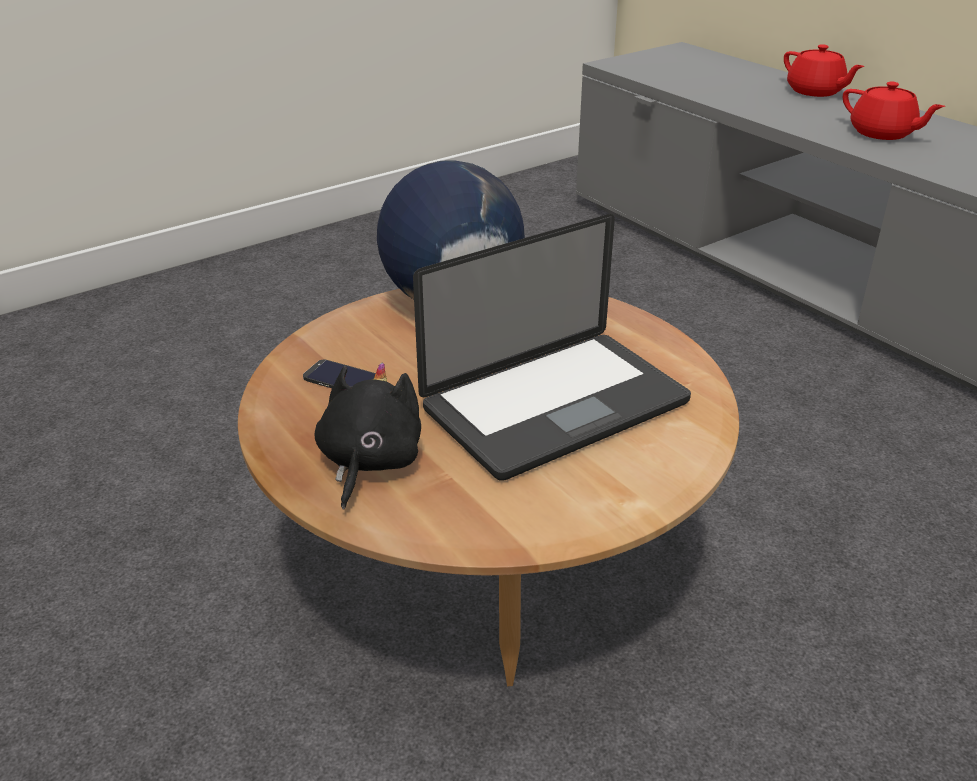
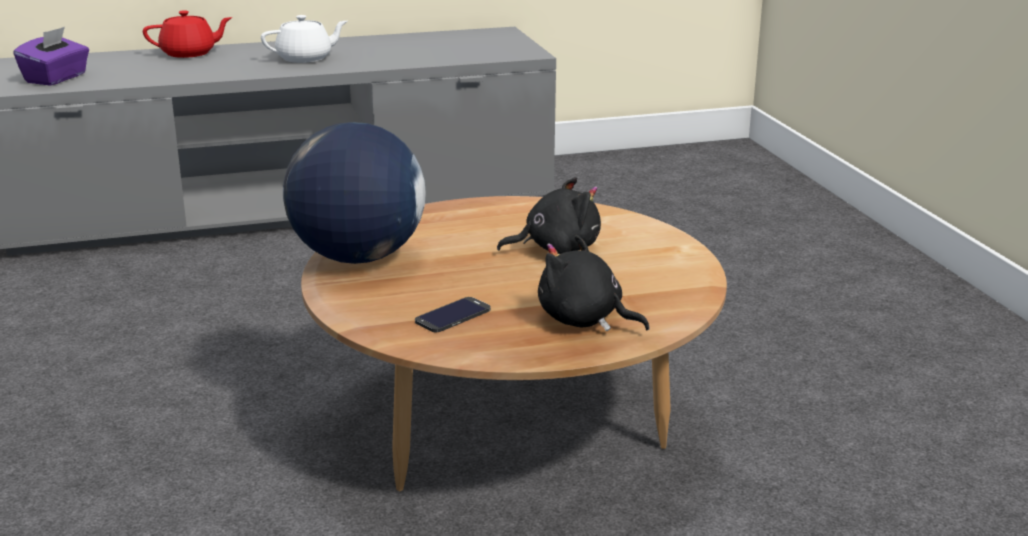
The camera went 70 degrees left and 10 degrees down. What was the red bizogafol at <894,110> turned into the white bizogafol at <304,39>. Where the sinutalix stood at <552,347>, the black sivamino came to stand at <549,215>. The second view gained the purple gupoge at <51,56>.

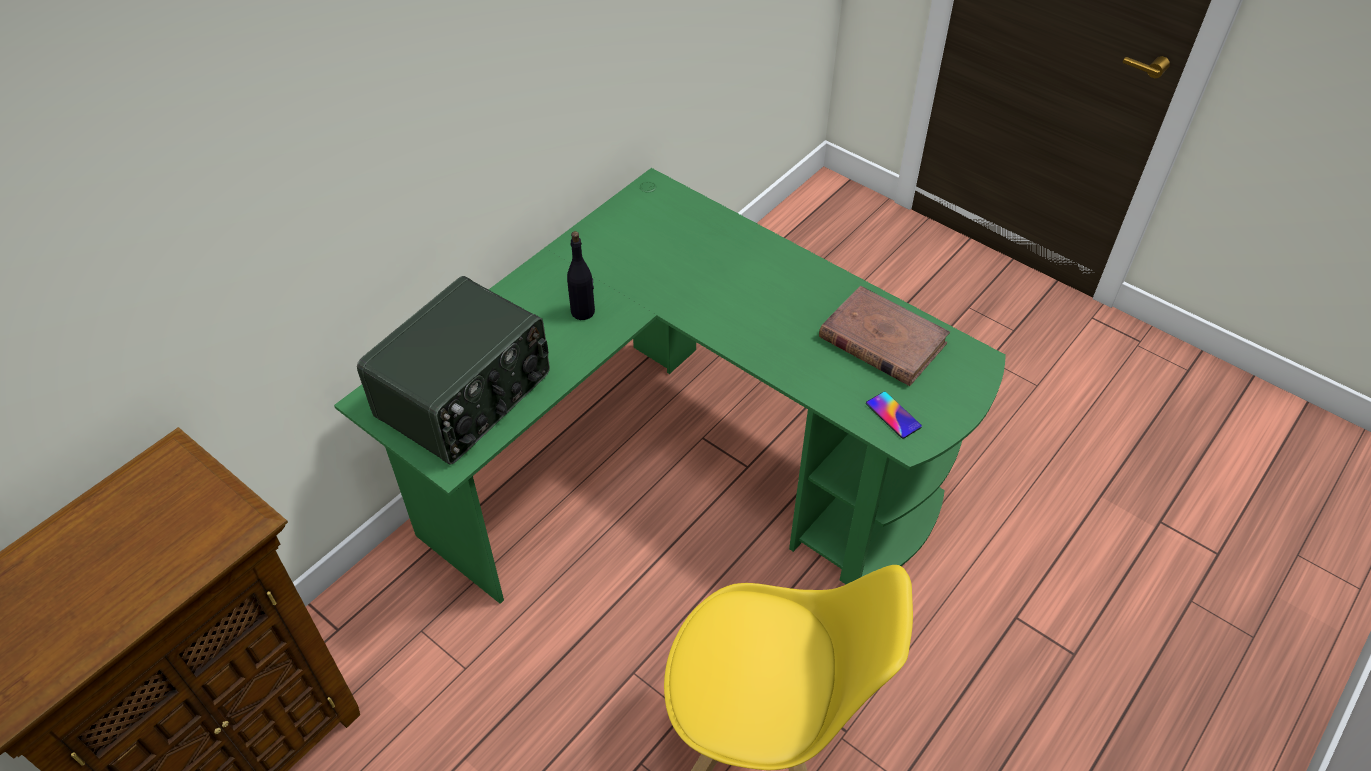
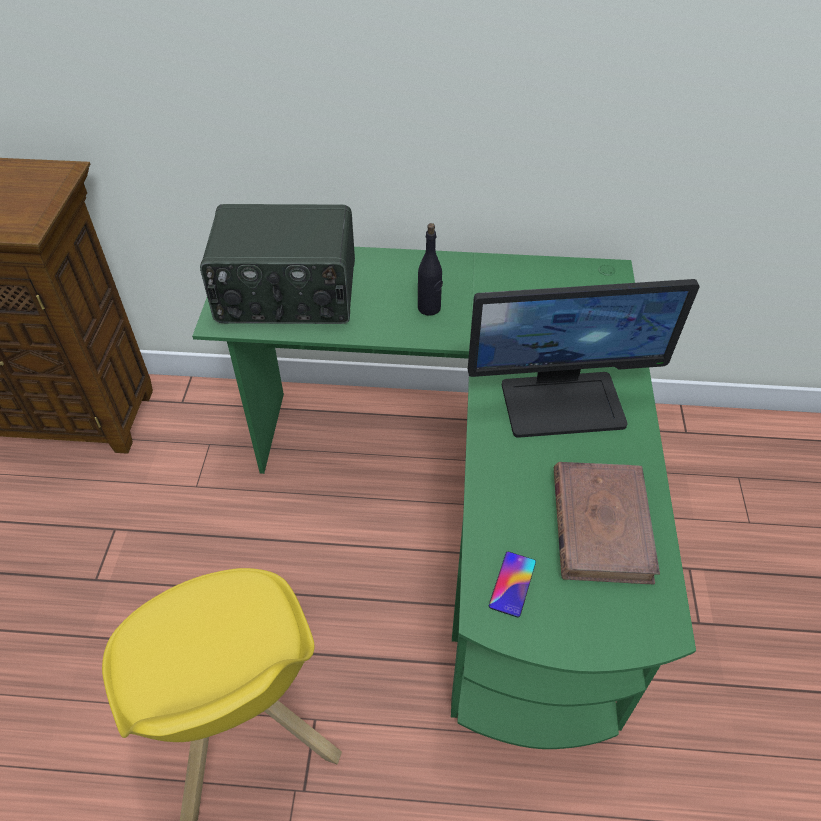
The camera went 55 degrees right and 0 degrees up. The second view gained the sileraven at <584,358>.

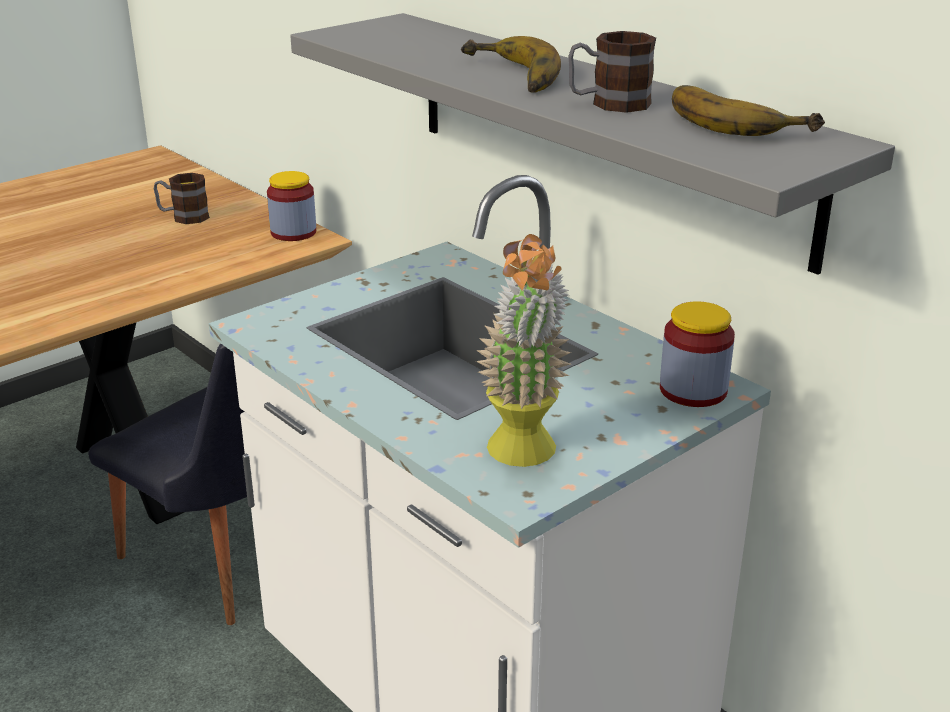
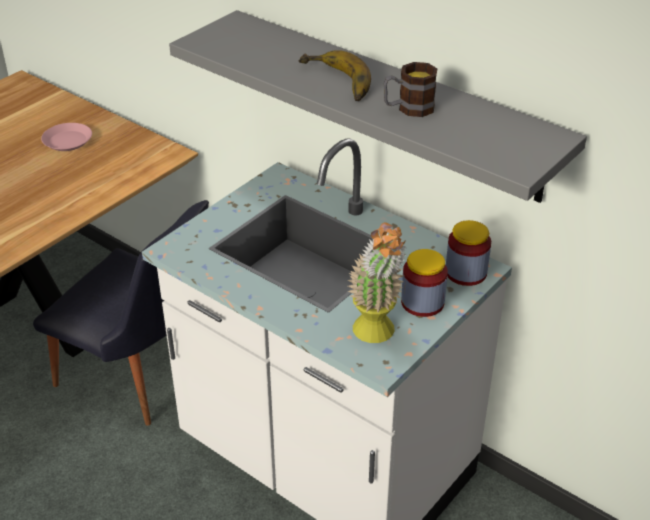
The camera went 10 degrees left and 10 degrees up. The second view lost the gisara at <748,110>. The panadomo ended up elsewhere, having gone from <291,206> to <424,283>. Where the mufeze stood at <182,198>, the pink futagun came to stand at <66,137>.

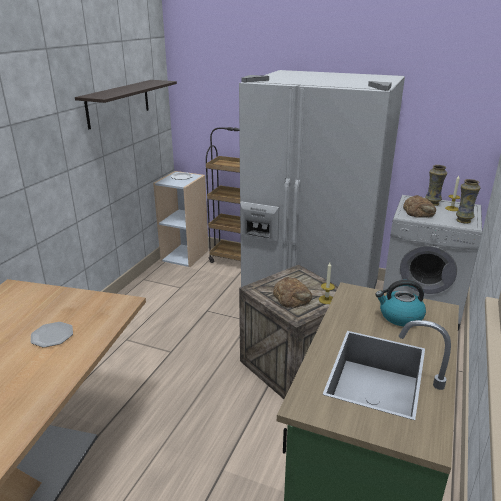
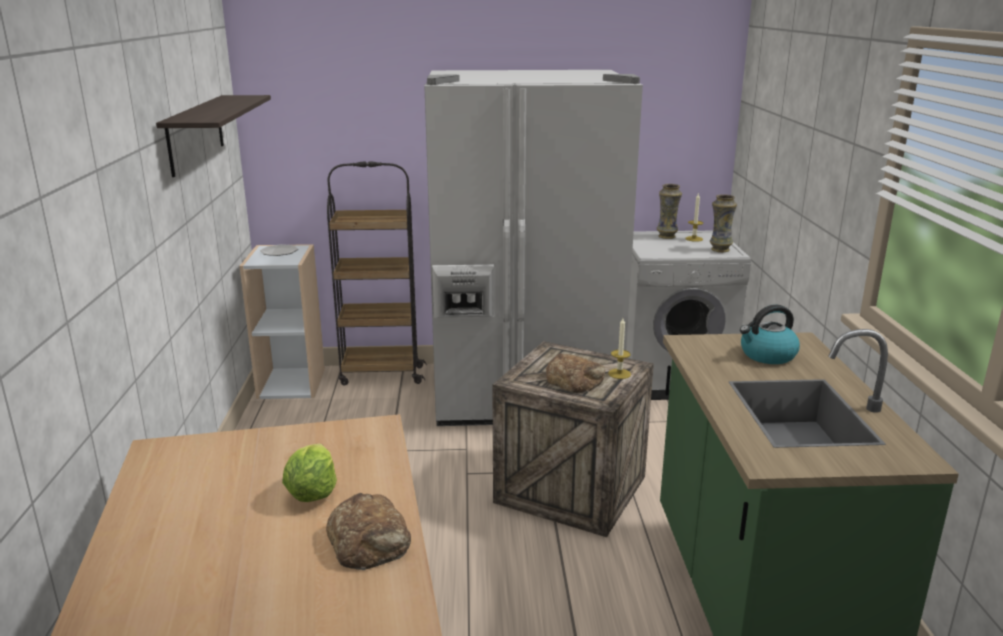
The camera went 25 degrees left and 5 degrees down. The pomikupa ended up elsewhere, having gone from <419,206> to <368,531>. Where the futagun stood at <52,335>, the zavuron came to stand at <309,473>.

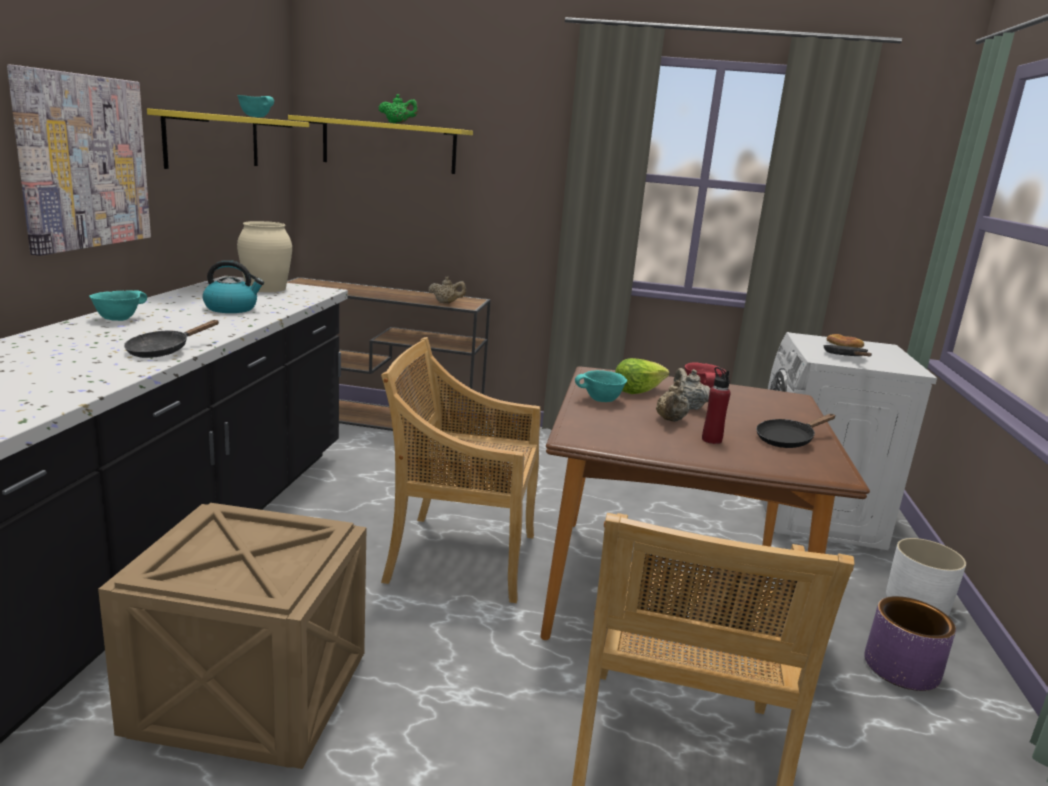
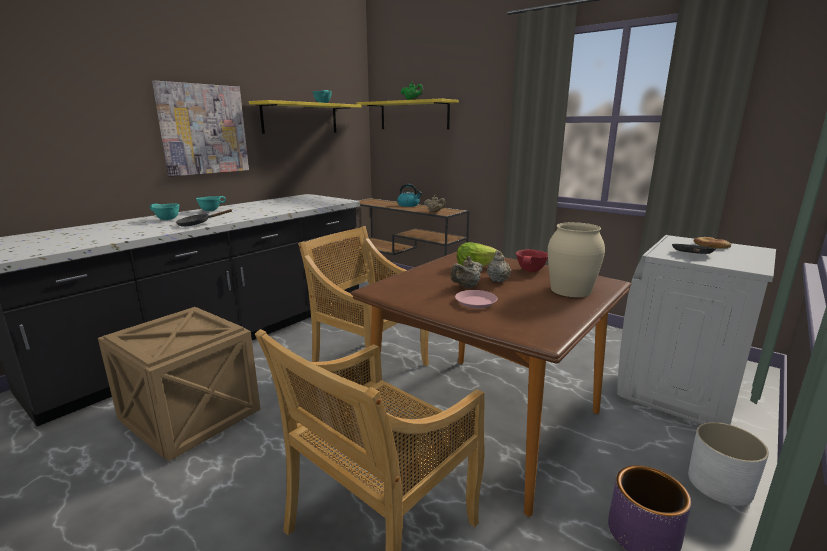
The camera went 30 degrees right and 0 degrees up. The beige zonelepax ended up elsewhere, having gone from <264,256> to <576,259>. The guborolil ended up elsewhere, having gone from <233,286> to <409,195>. Where the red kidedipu stood at <716,405>, the pink futagun came to stand at <476,299>. The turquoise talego ended up elsewhere, having gone from <601,386> to <164,211>. The second view lost the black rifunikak at <796,431>.

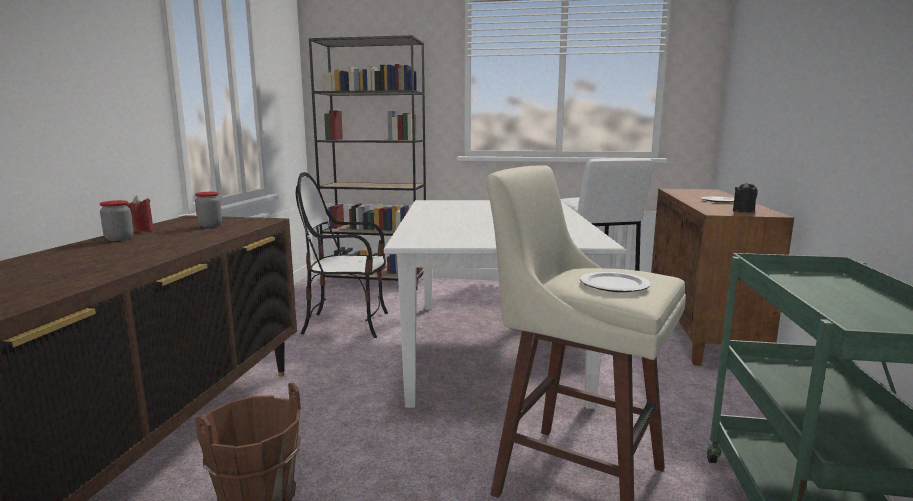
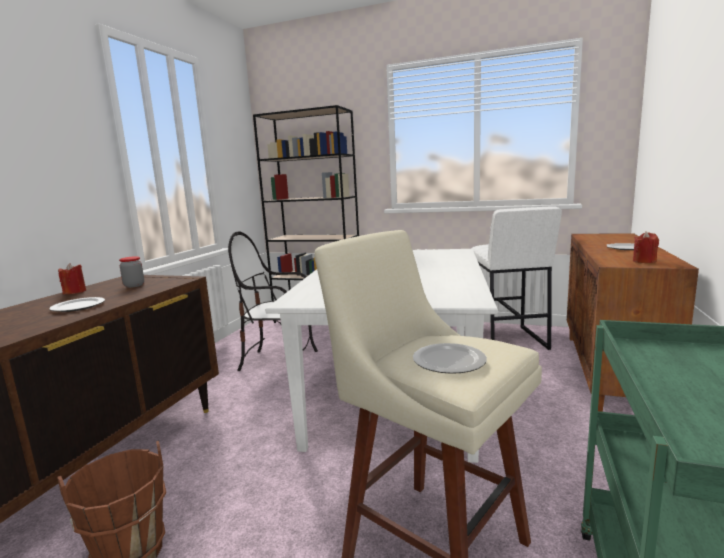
The camera went 10 degrees right and 0 degrees up. What was the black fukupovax at <745,197> turned into the red fukupovax at <646,247>. The second view lost the panadomo at <117,220>. The second view gained the futagun at <77,304>.

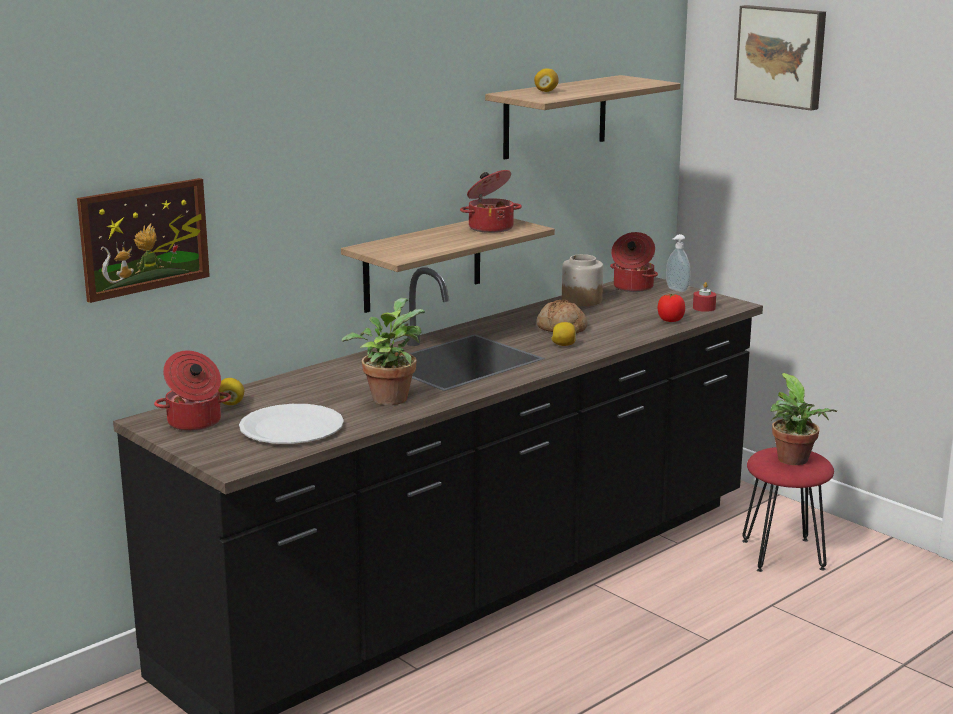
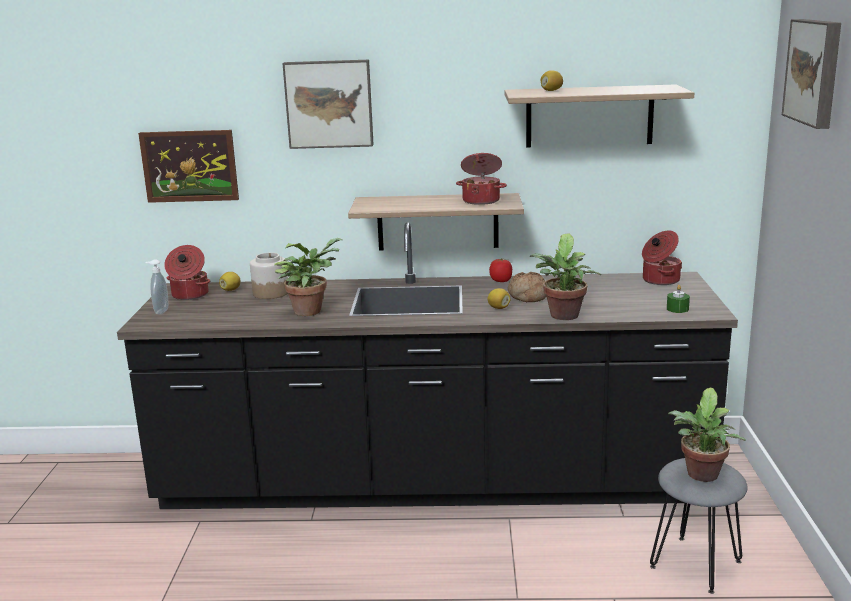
The camera went 45 degrees right and 0 degrees up. The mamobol ended up elsewhere, having gone from <678,263> to <156,286>. The panadomo ended up elsewhere, having gone from <582,280> to <269,276>. What was the red fukupovax at <704,297> turned into the green fukupovax at <678,299>. The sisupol ended up elsewhere, having gone from <671,308> to <500,270>. The second view lost the white futagun at <291,424>. What was the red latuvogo at <788,509> turned into the grey latuvogo at <698,526>. The second view gained the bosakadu at <328,104>. The second view gained the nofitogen at <565,277>.

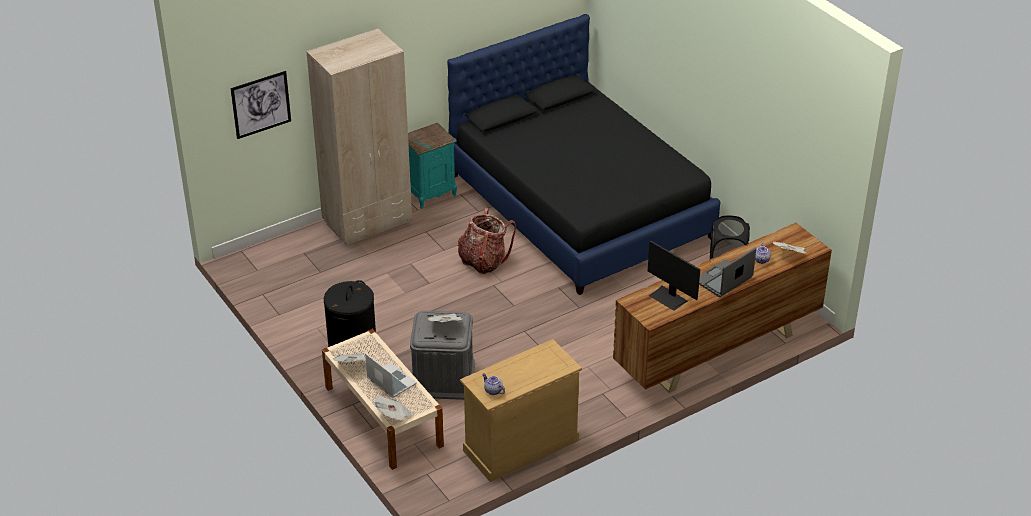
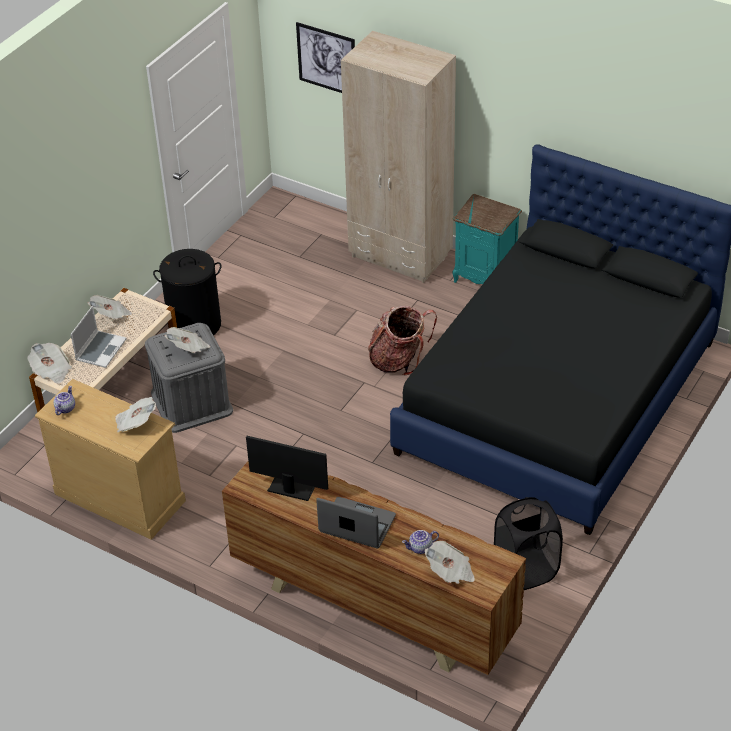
The camera went 65 degrees right and 5 degrees up. The sileraven at <674,276> ended up facing another way, 90 degrees clockwise from before. The second view gained the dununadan at <135,414>.

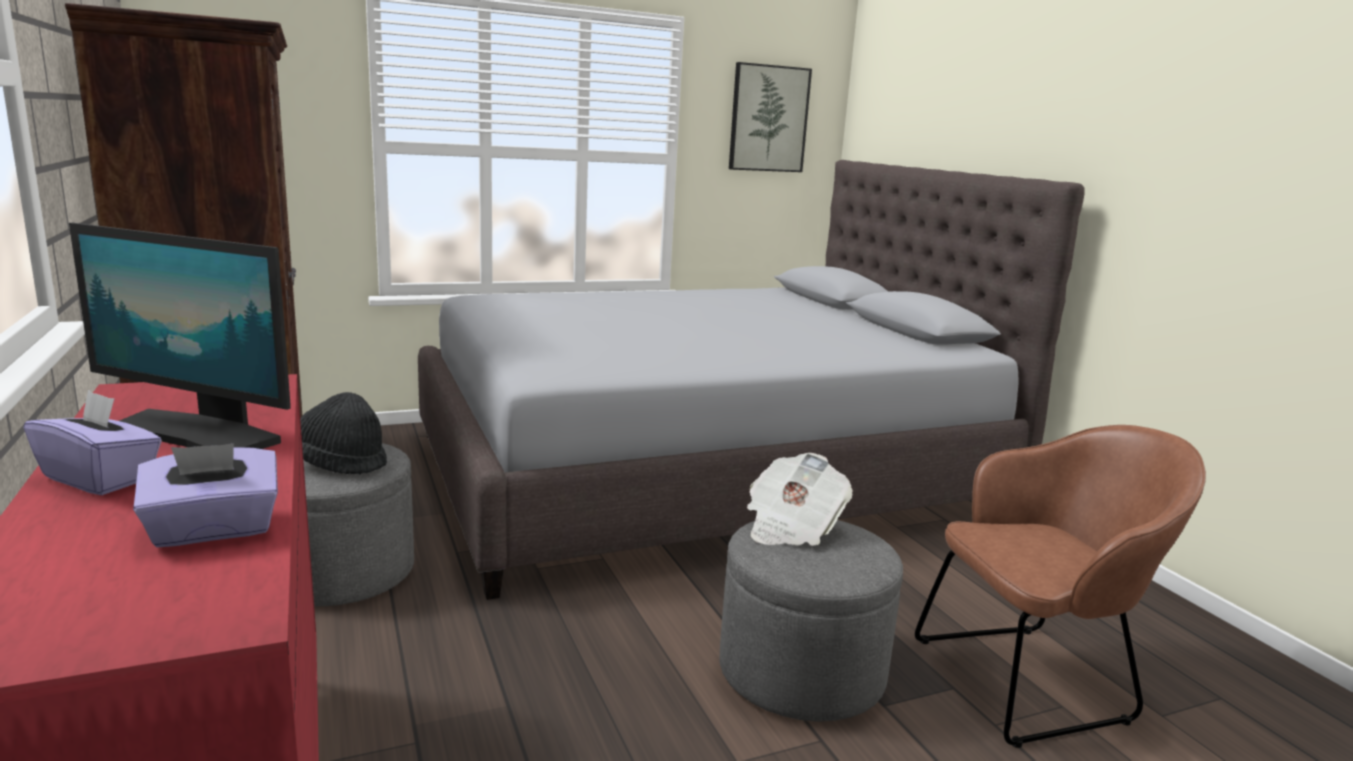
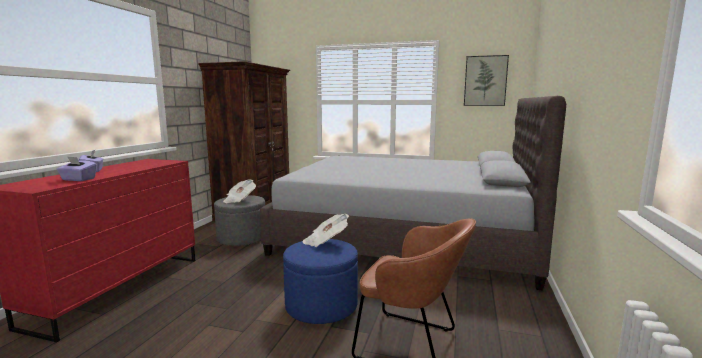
The camera went 40 degrees right and 5 degrees down. The second view lost the sileraven at <180,336>. Where the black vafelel stood at <343,433>, the dununadan came to stand at <239,191>. What was the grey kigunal at <811,621> turned into the blue kigunal at <320,281>.

